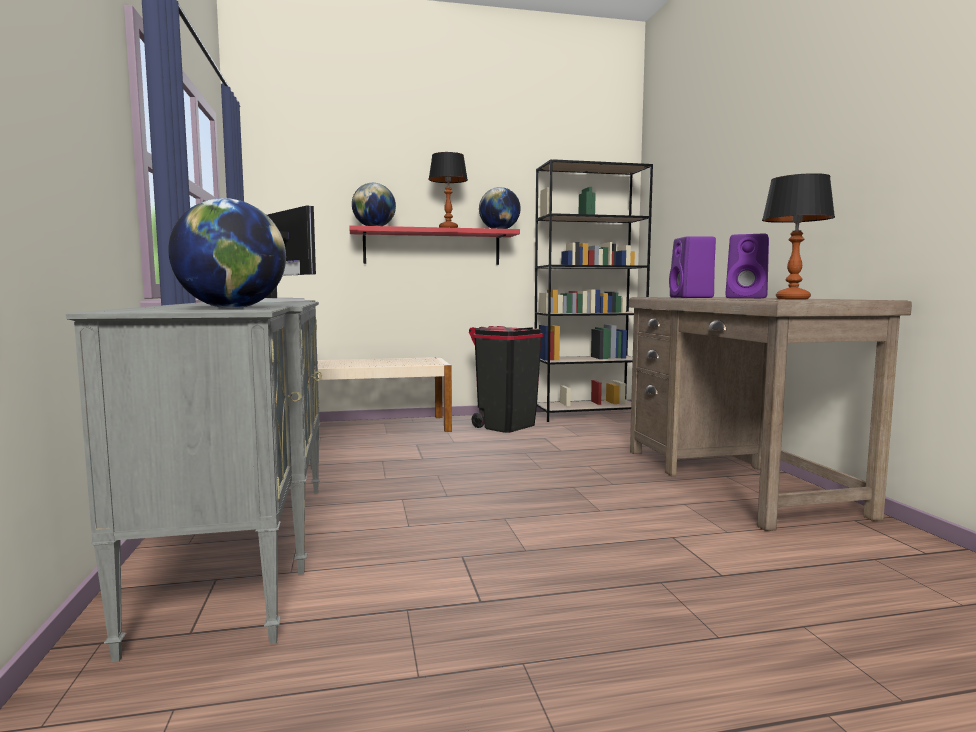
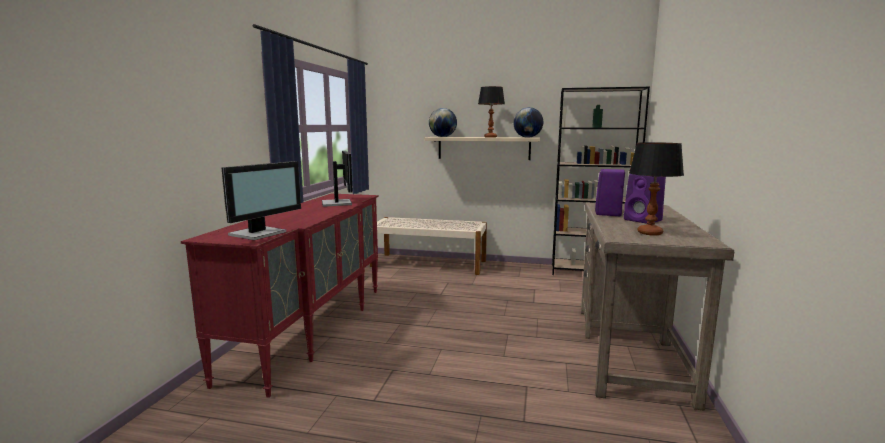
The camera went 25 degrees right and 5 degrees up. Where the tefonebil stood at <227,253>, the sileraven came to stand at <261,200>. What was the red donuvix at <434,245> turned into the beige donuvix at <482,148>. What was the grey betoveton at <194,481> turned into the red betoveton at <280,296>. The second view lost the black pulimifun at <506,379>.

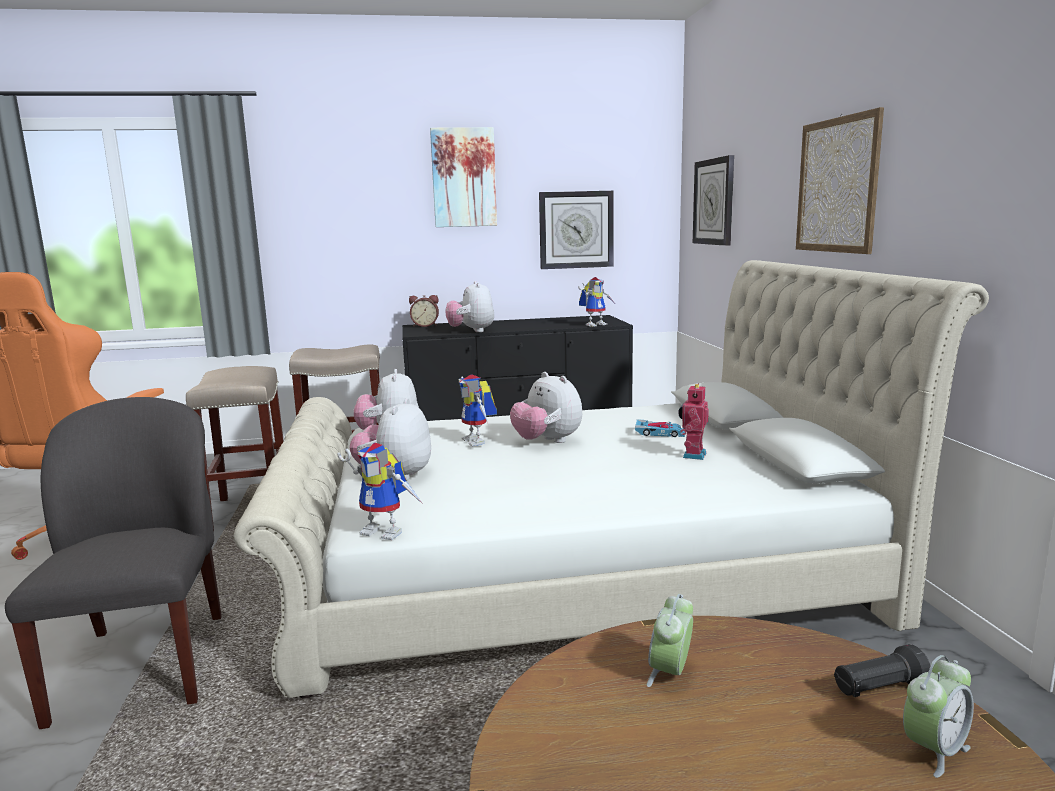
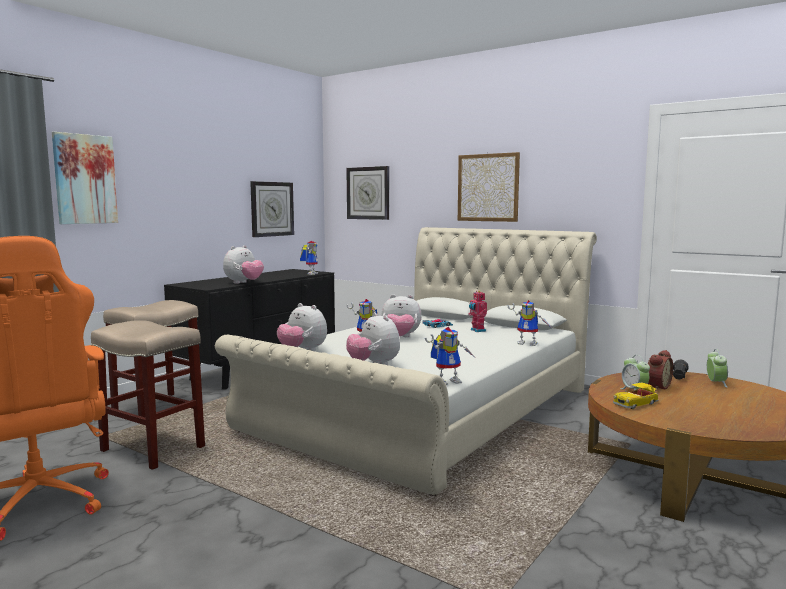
The camera went 45 degrees left and 5 degrees down. The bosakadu ended up elsewhere, having gone from <463,177> to <85,178>. The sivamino at <469,306> ended up facing another way, 90 degrees counterclockwise from before. The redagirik ended up elsewhere, having gone from <424,311> to <660,370>. The second view lost the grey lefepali at <113,563>. The second view gained the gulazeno at <529,323>. The second view gained the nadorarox at <636,395>.

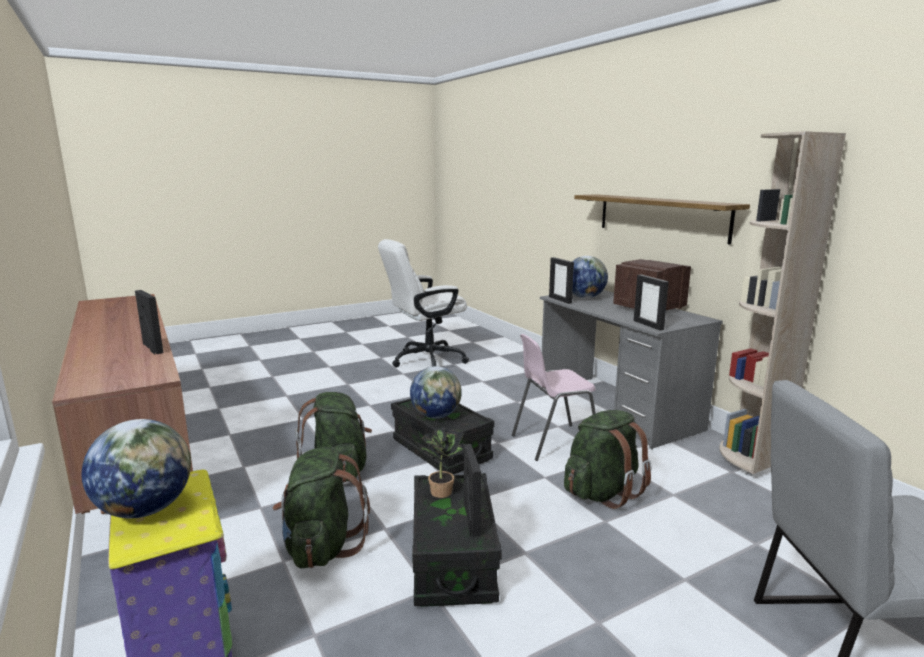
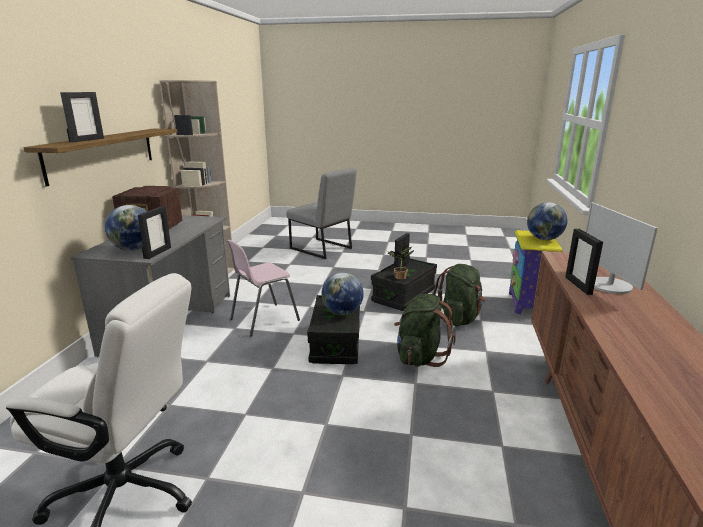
The camera went 140 degrees left and 5 degrees up. The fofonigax ended up elsewhere, having gone from <651,302> to <82,117>. The pink lefepali at <554,397> ended up facing another way, 120 degrees clockwise from before. The second view lost the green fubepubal at <608,459>. The second view gained the sileraven at <621,248>.

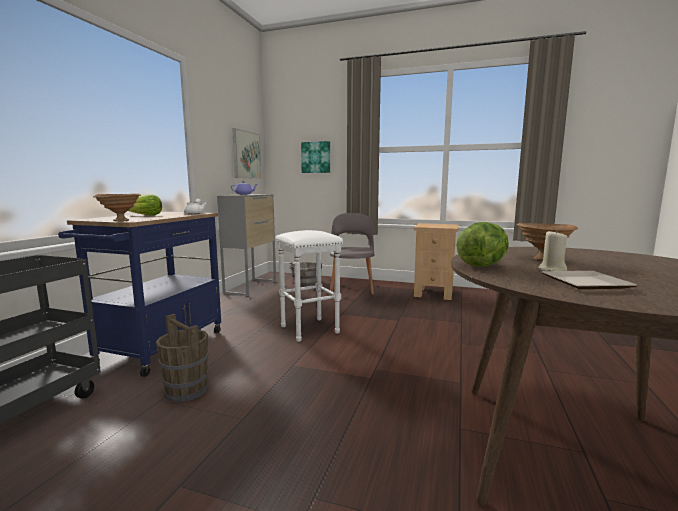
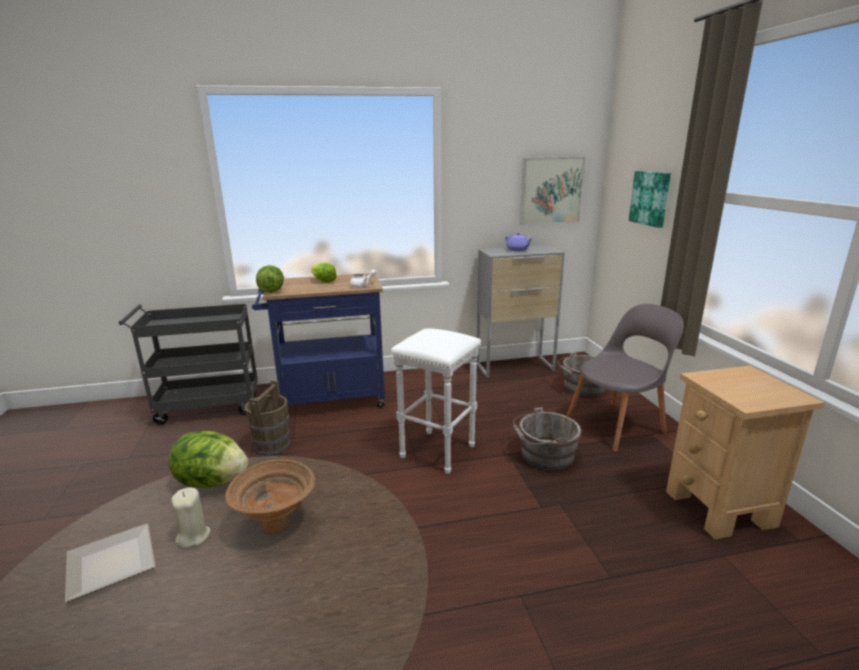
The camera went 60 degrees right and 10 degrees up. Where the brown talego stood at <117,208>, the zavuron came to stand at <270,279>. The second view gained the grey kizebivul at <547,439>.

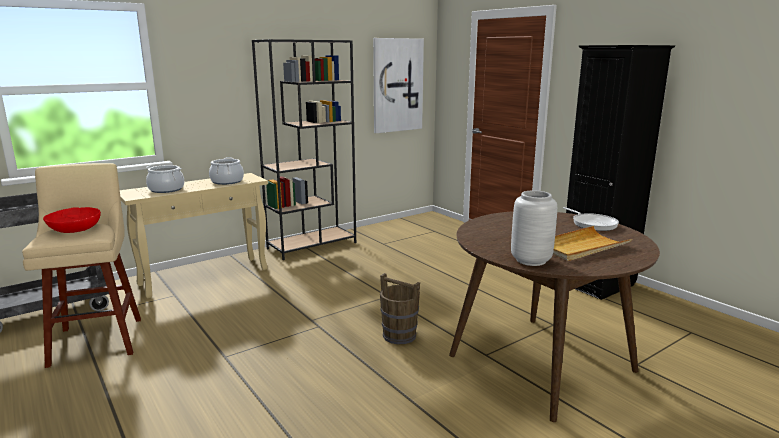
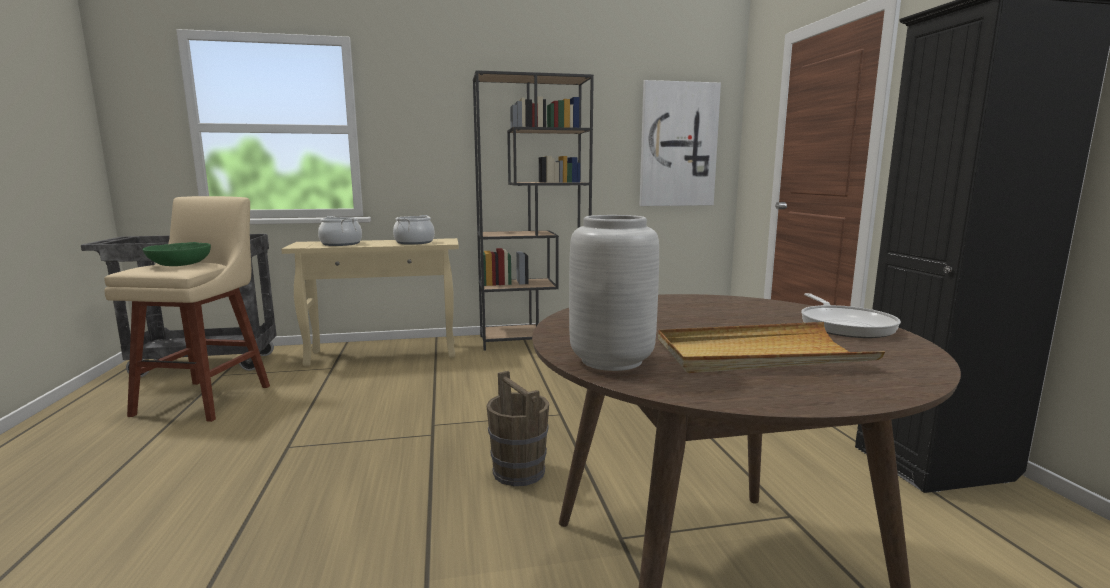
The camera went 25 degrees right and 5 degrees down. What was the red talego at <72,220> turned into the green talego at <176,254>.

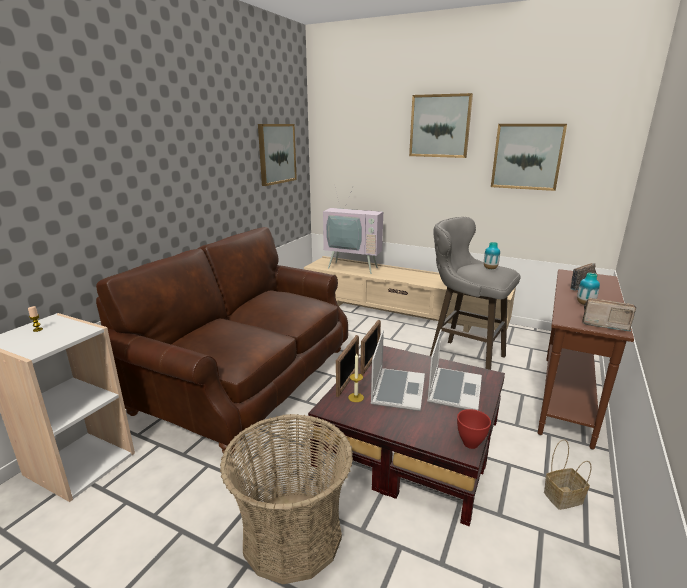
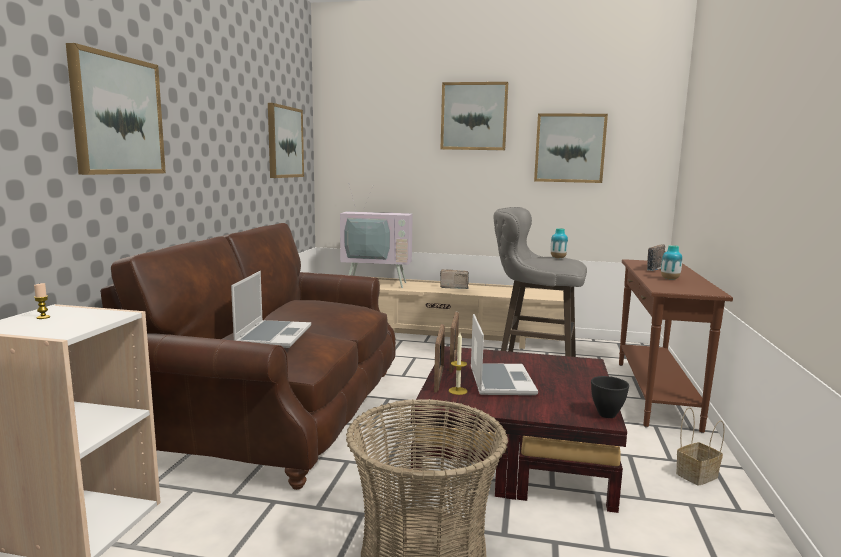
The camera went 15 degrees left and 10 degrees down. The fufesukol ended up elsewhere, having gone from <609,315> to <454,279>. The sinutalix ended up elsewhere, having gone from <454,369> to <271,309>. What was the red talego at <474,429> turned into the black talego at <610,397>. The second view gained the bosakadu at <116,109>.

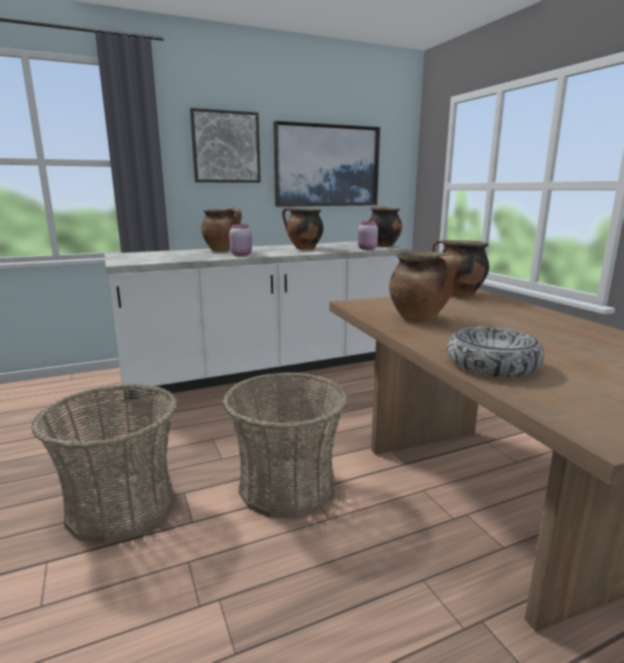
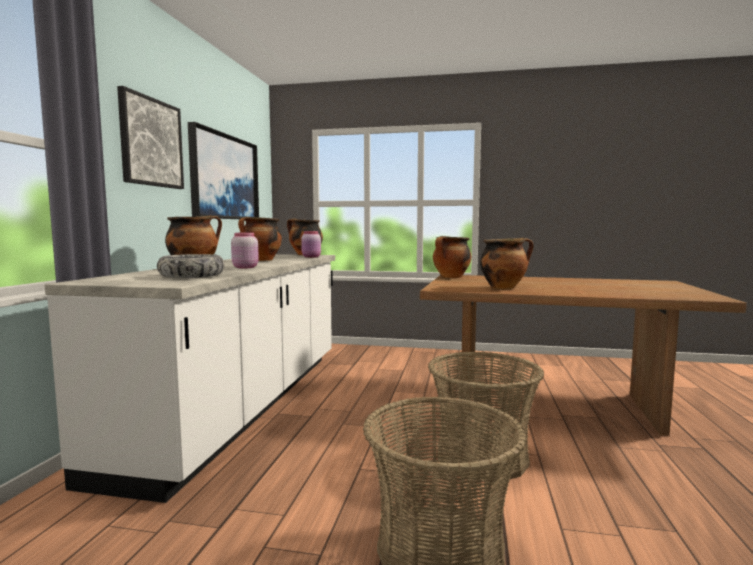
The camera went 55 degrees left and 10 degrees down. The talego ended up elsewhere, having gone from <495,351> to <191,266>.

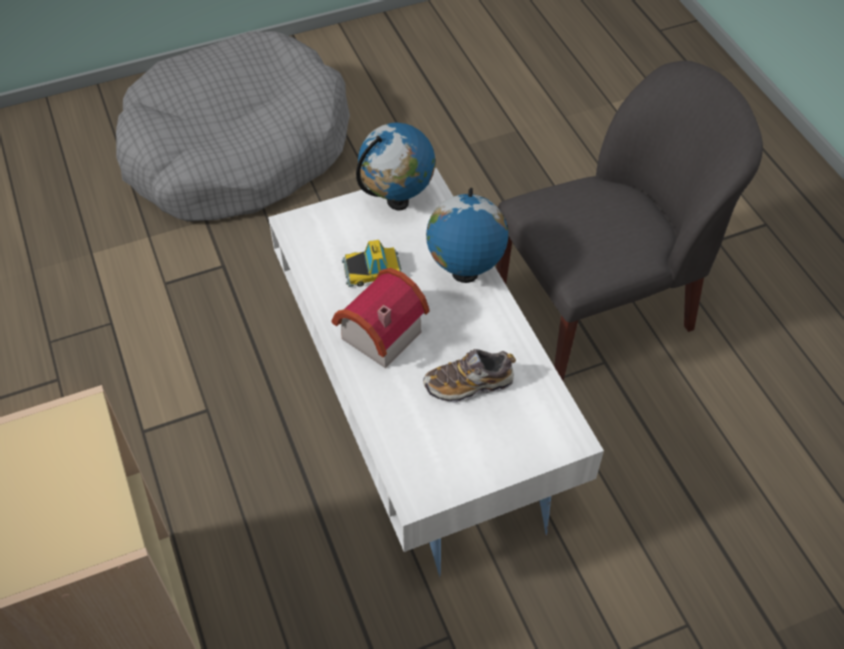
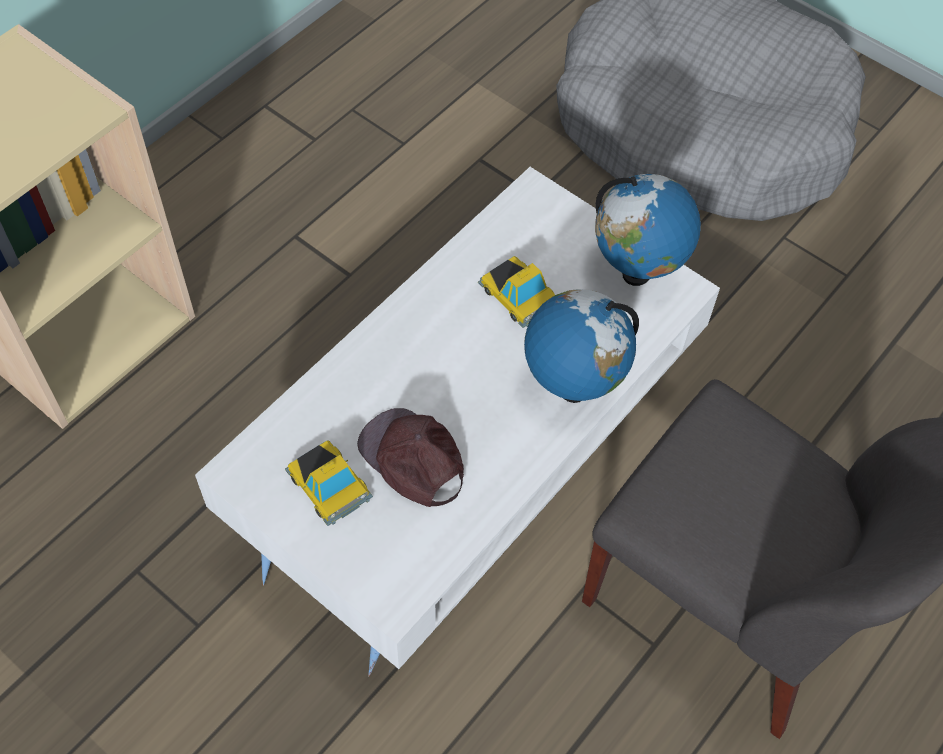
The camera went 60 degrees right and 5 degrees up. The second view lost the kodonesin at <380,318>. Where the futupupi stood at <469,376>, the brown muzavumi came to stand at <410,457>. The second view gained the nadorarox at <329,483>.

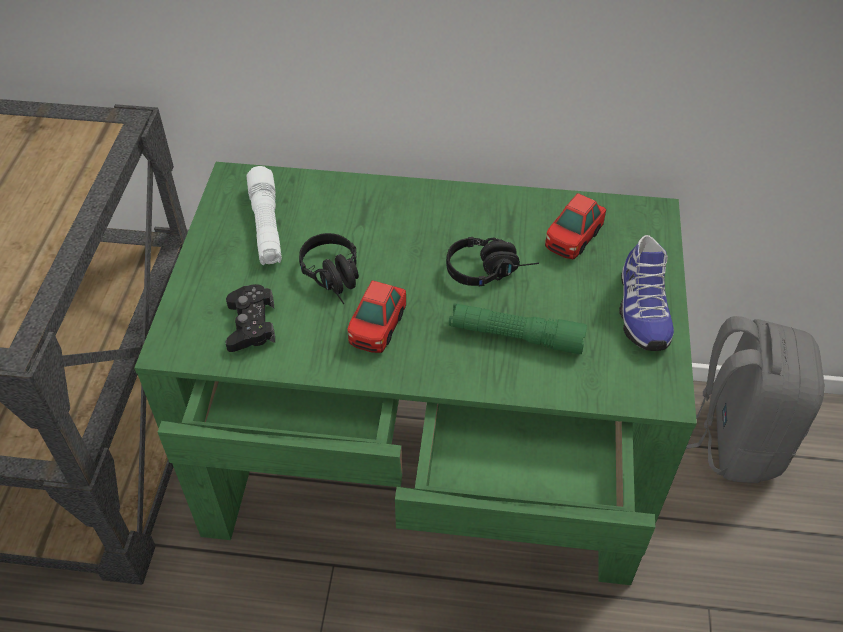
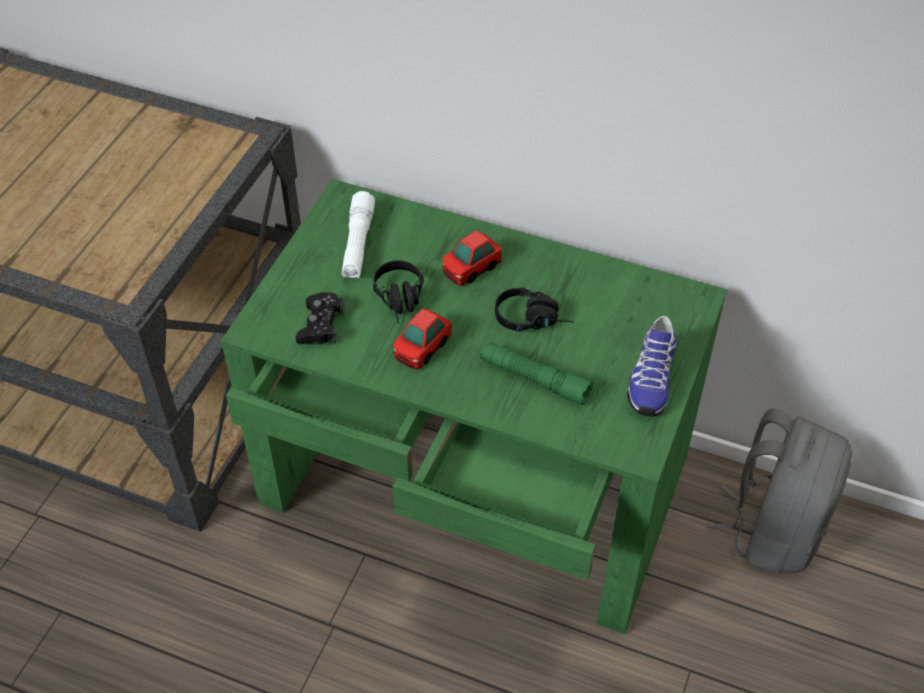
The camera went 15 degrees right and 0 degrees up. The nadorarox ended up elsewhere, having gone from <575,226> to <472,258>.

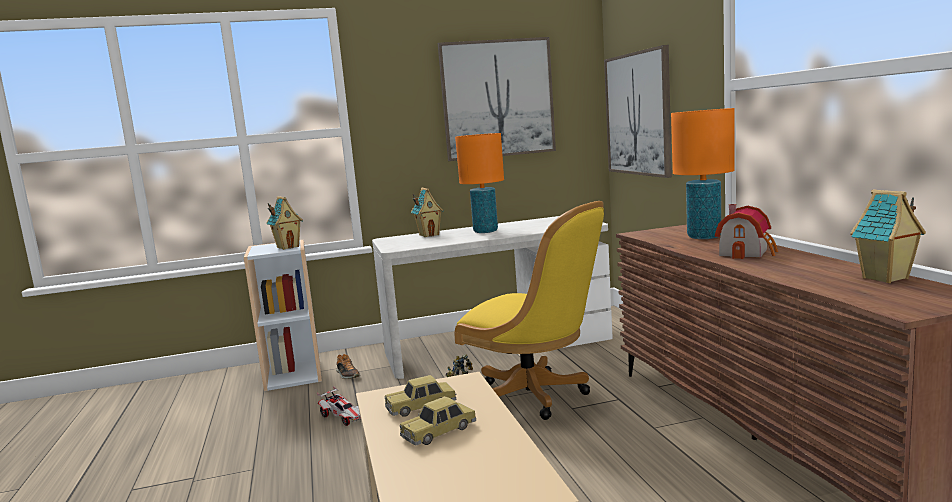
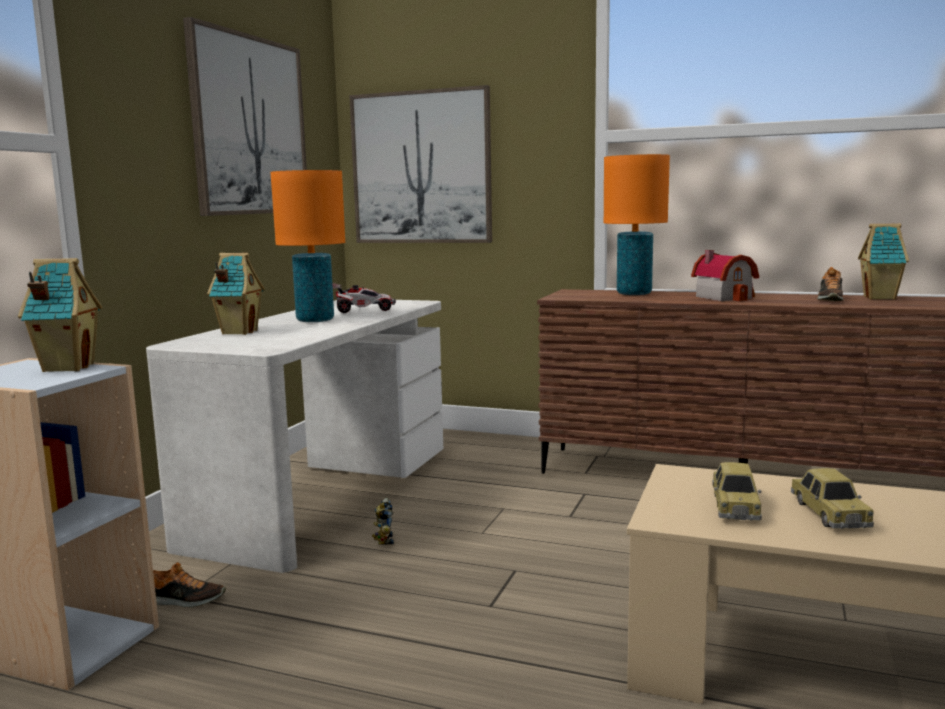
The camera went 55 degrees left and 0 degrees up. The second view lost the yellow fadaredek at <529,310>. The nadorarox ended up elsewhere, having gone from <339,406> to <364,298>. The second view gained the futupupi at <830,284>.

